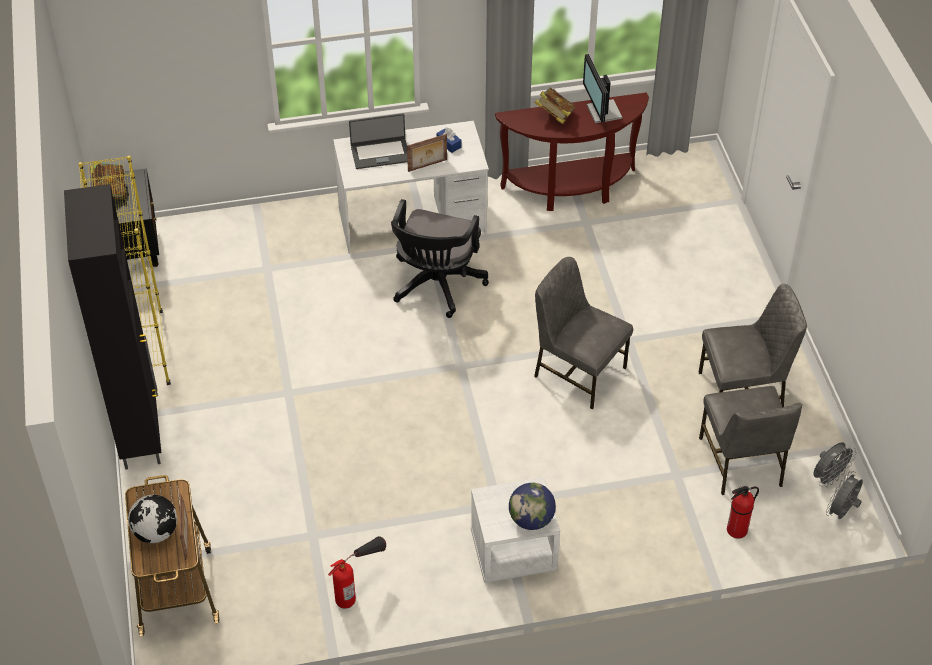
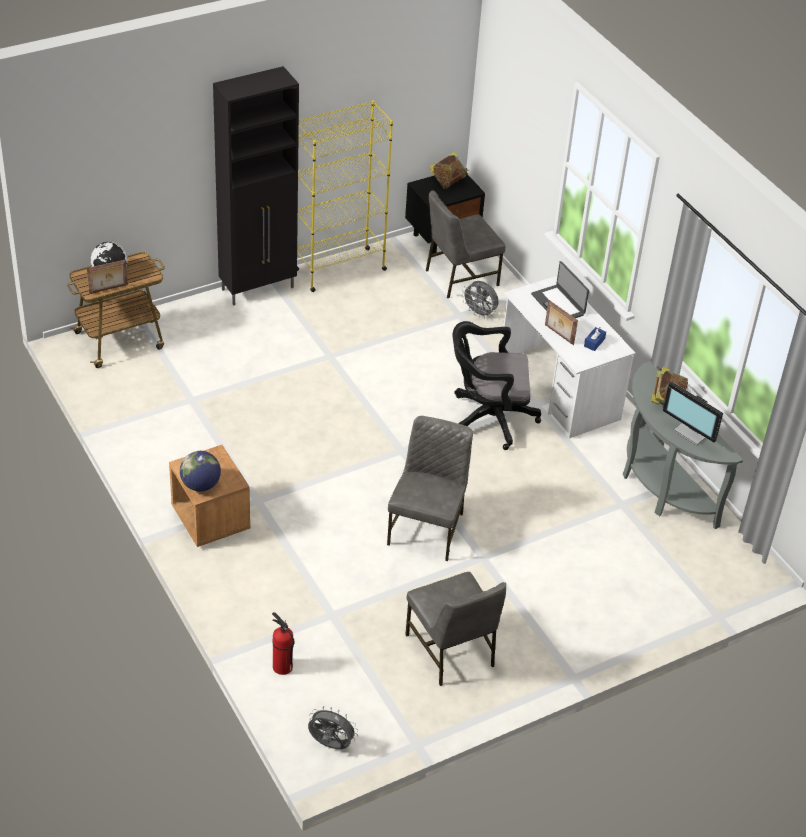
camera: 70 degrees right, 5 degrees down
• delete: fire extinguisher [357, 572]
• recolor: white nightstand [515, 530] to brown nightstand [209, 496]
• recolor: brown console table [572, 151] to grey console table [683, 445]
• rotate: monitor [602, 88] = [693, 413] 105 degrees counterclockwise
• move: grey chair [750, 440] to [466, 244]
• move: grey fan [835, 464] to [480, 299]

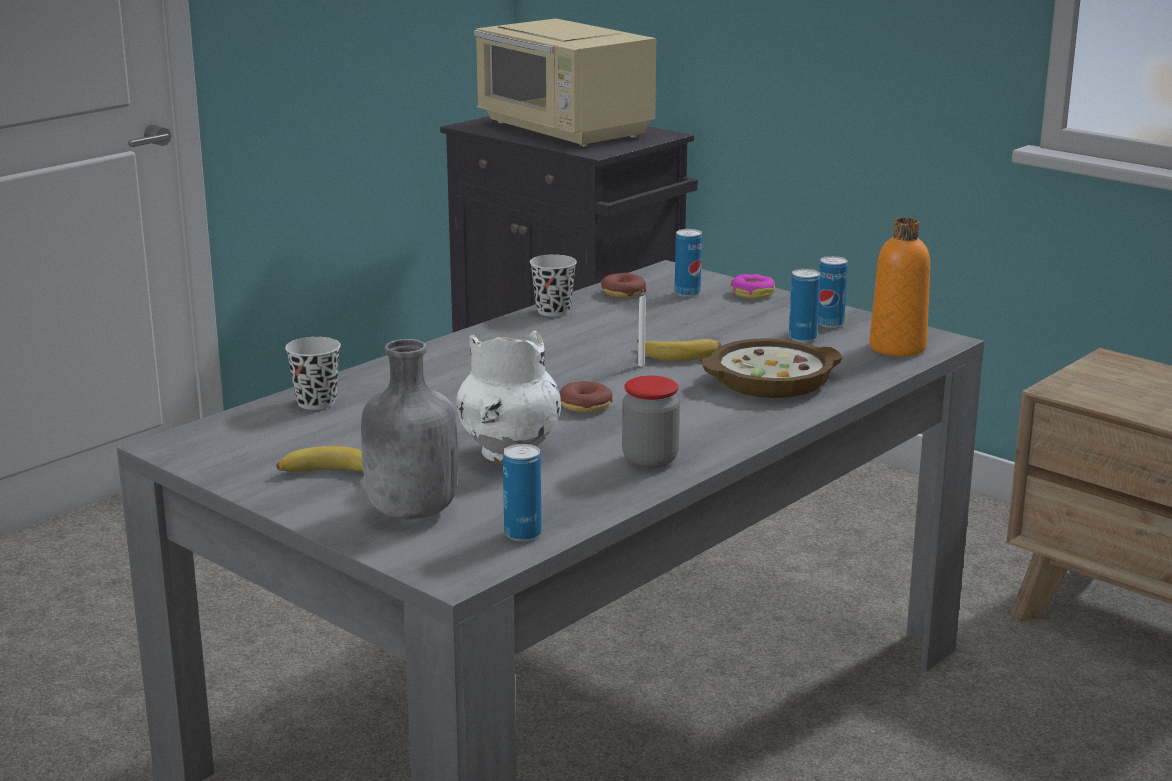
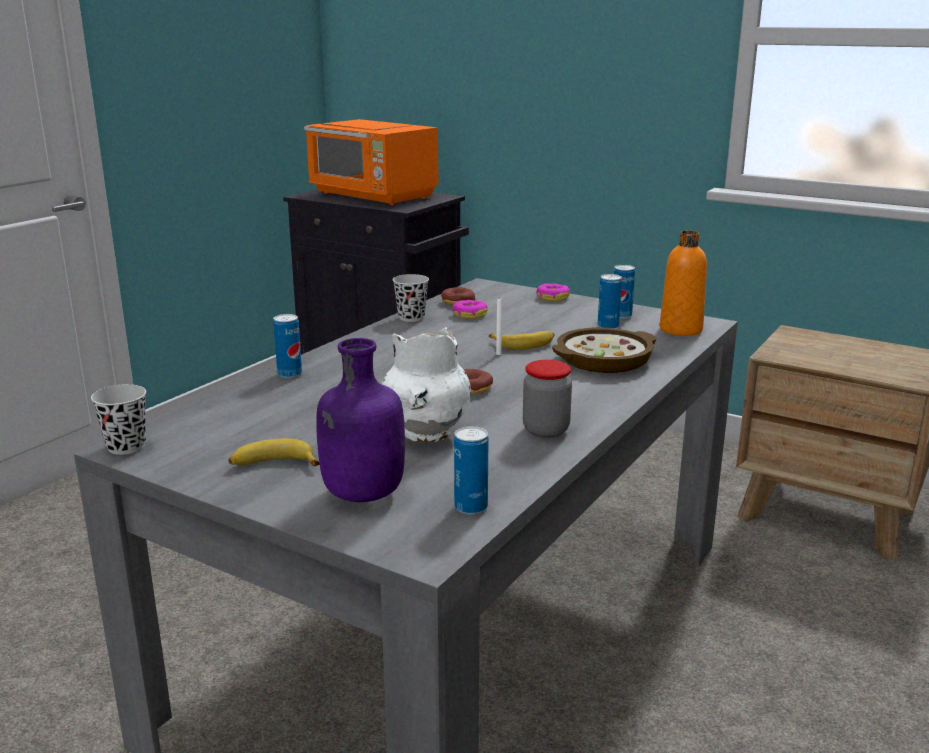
camera: 10 degrees left, 0 degrees up
• move: black cup [313, 373] to [118, 419]
• recolor: grey bottle [409, 429] to purple bottle [360, 420]
• recolor: beige microwave [565, 82] to orange microwave [371, 162]
• move: can [688, 263] to [287, 346]
• insert: donut [470, 309]

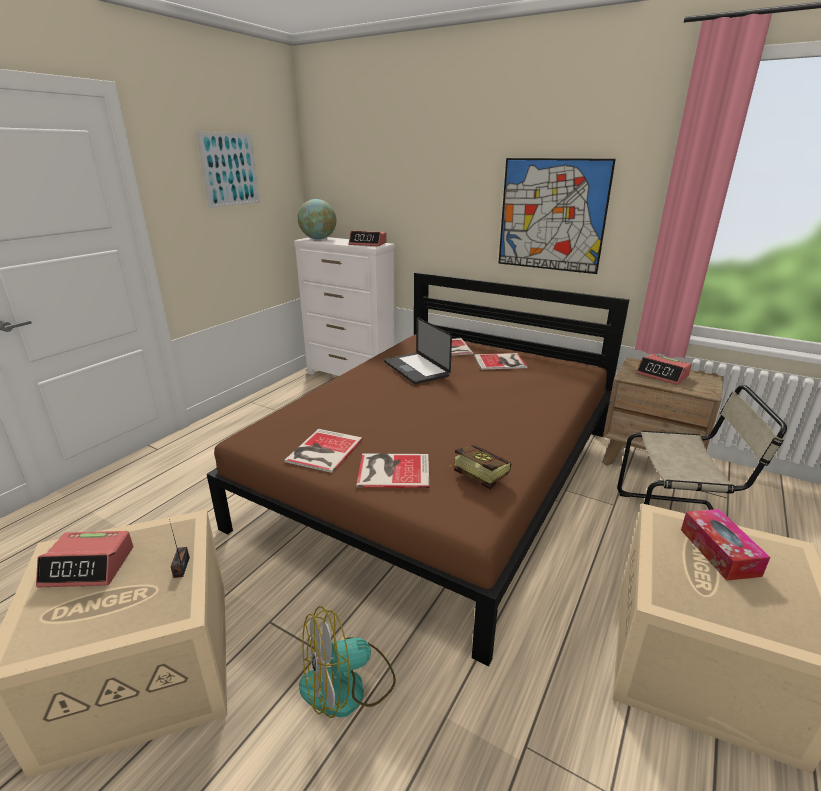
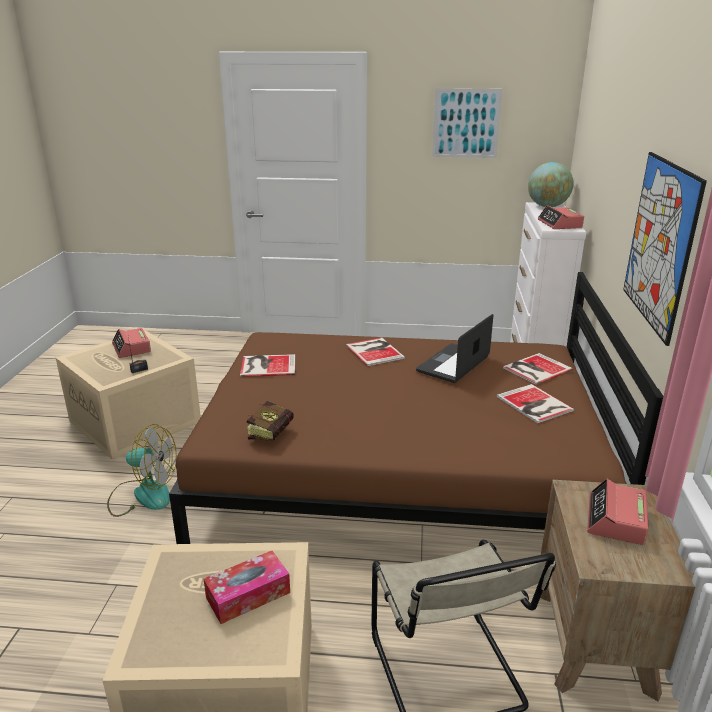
camera: 65 degrees right, 0 degrees up
• rotate: fan [347, 662] = [142, 470] 150 degrees clockwise
• move: book [392, 470] to [375, 352]

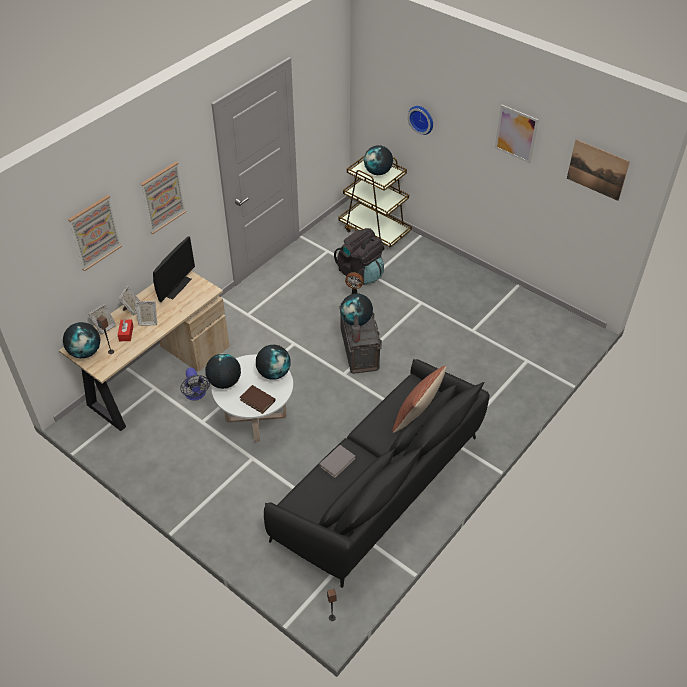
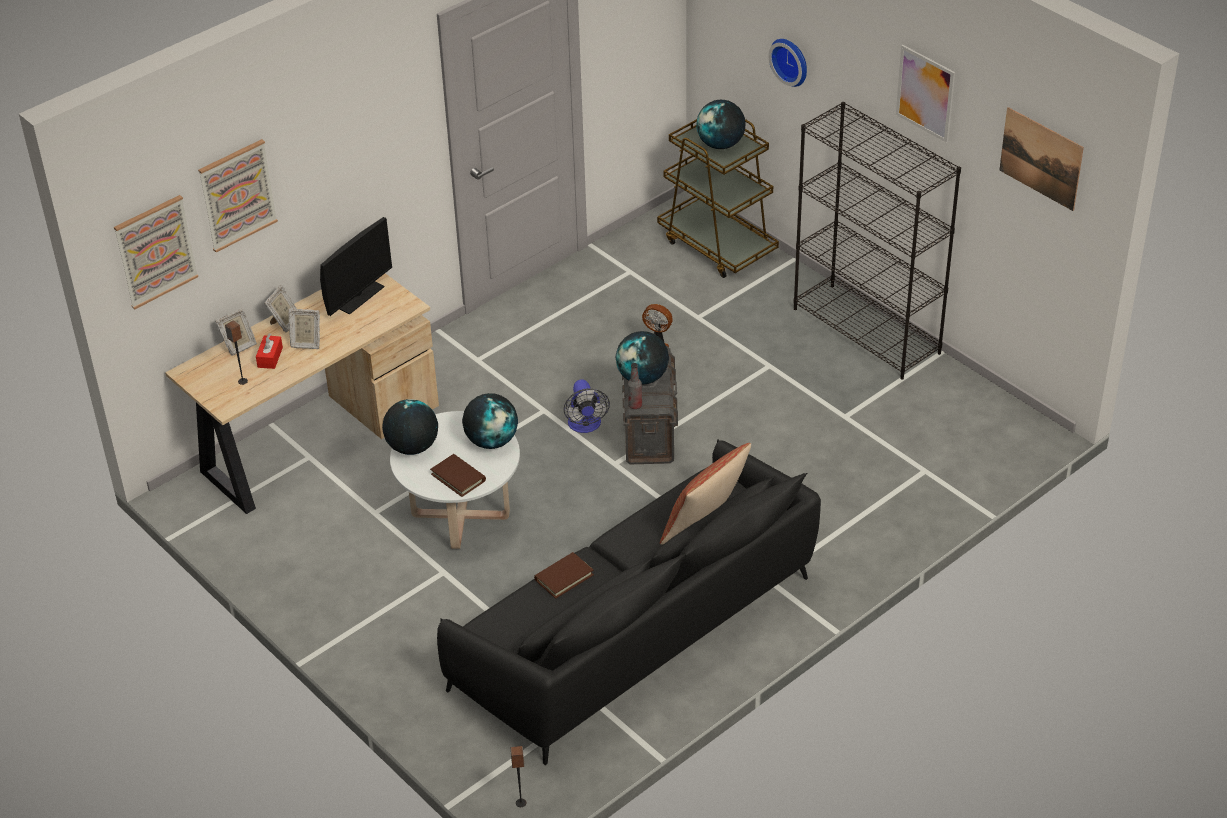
camera: 10 degrees right, 5 degrees down
• delete: globe [81, 340]
• move: picture [163, 198] to [156, 252]
• move: fan [195, 384] to [587, 406]
• recolor: grey book [337, 461] to brown book [564, 575]
• delete: black backpack [359, 256]
• insert: black bookcase [877, 241]

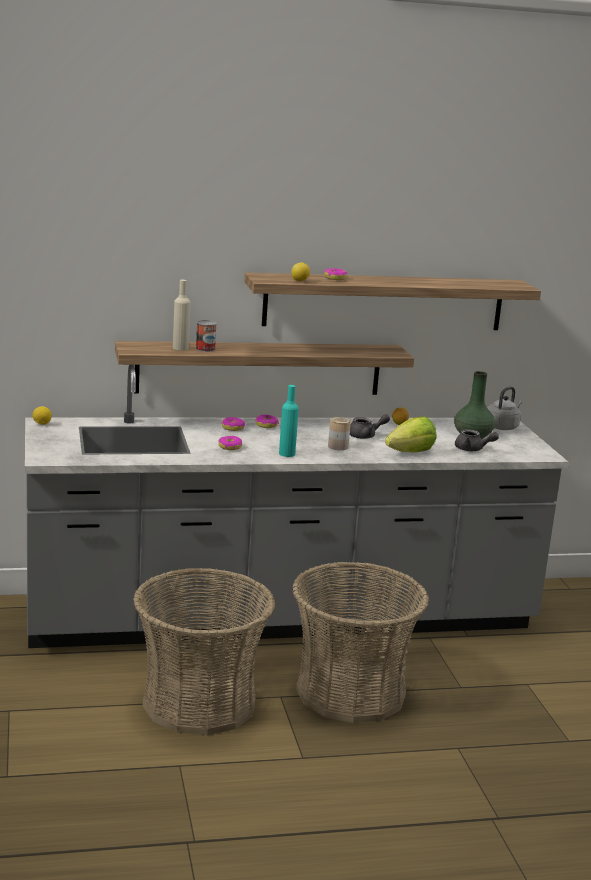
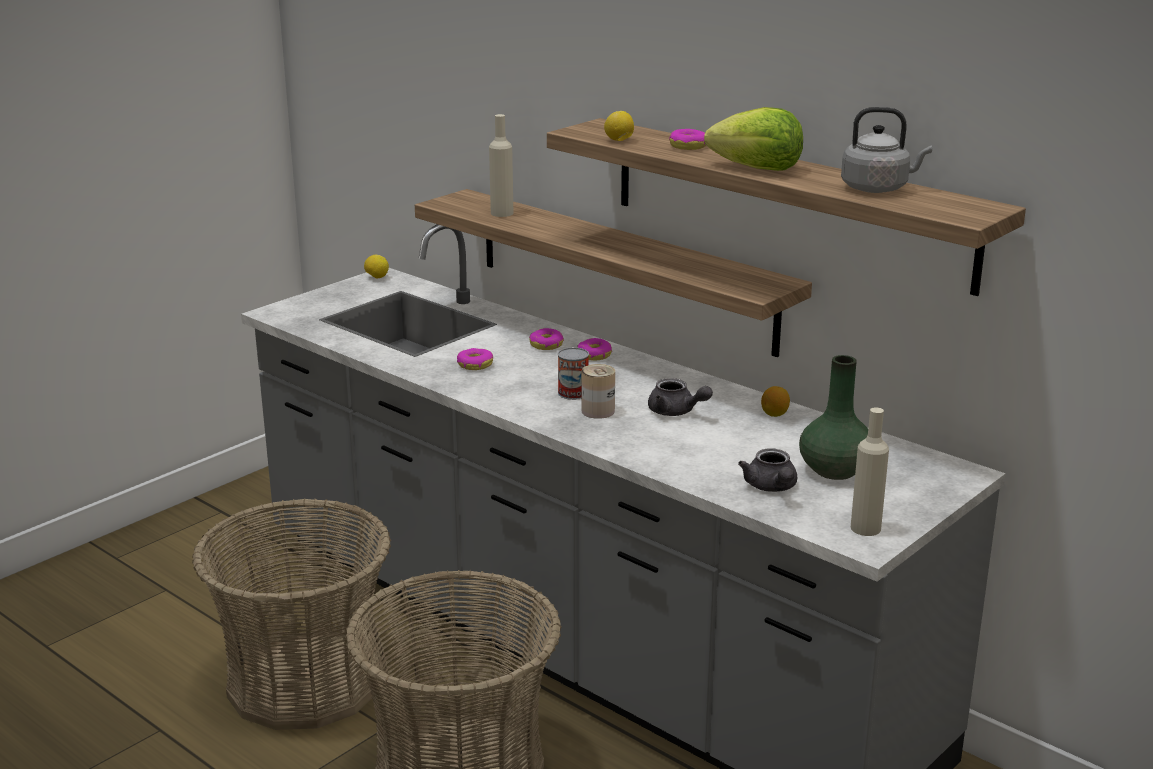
camera: 55 degrees right, 5 degrees up
• move: can [206, 336] to [573, 373]
• delete: turquoise bottle [289, 421]
• move: lettuce [410, 435] to [753, 139]
• move: grey kettle [504, 408] to [886, 150]
• insert: beige bottle [870, 471]

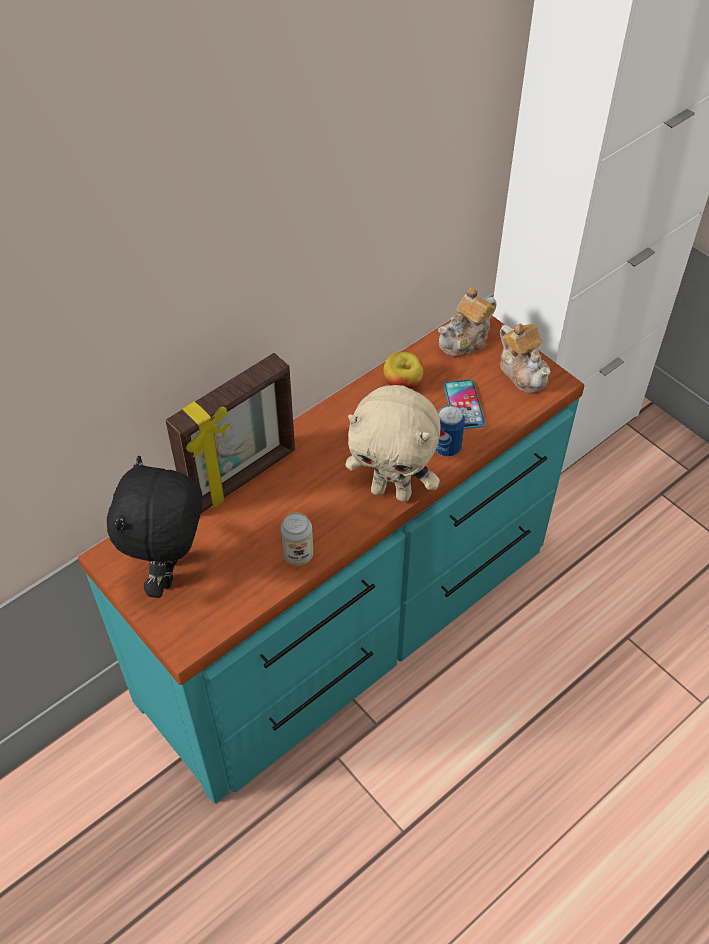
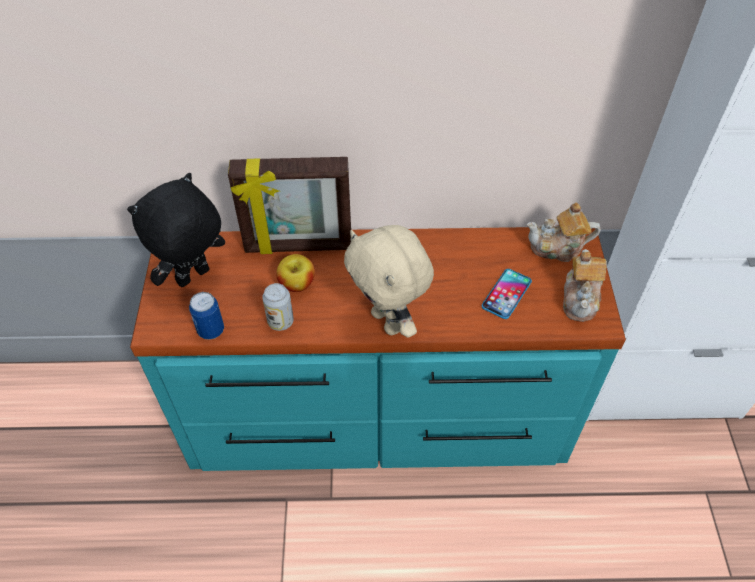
camera: 40 degrees right, 0 degrees up
• move: apple [403, 370] to [295, 273]
• move: can [450, 431] to [206, 316]

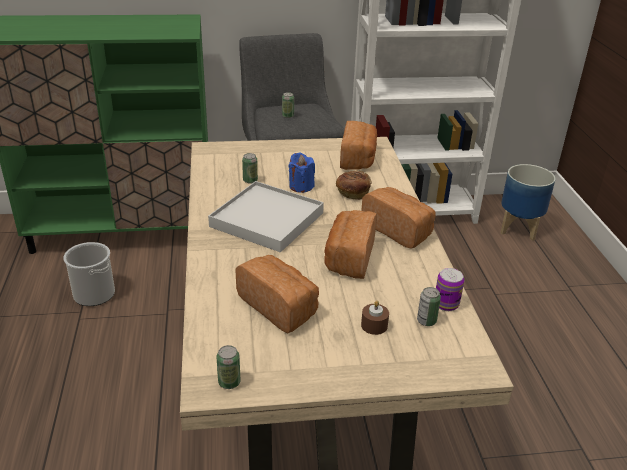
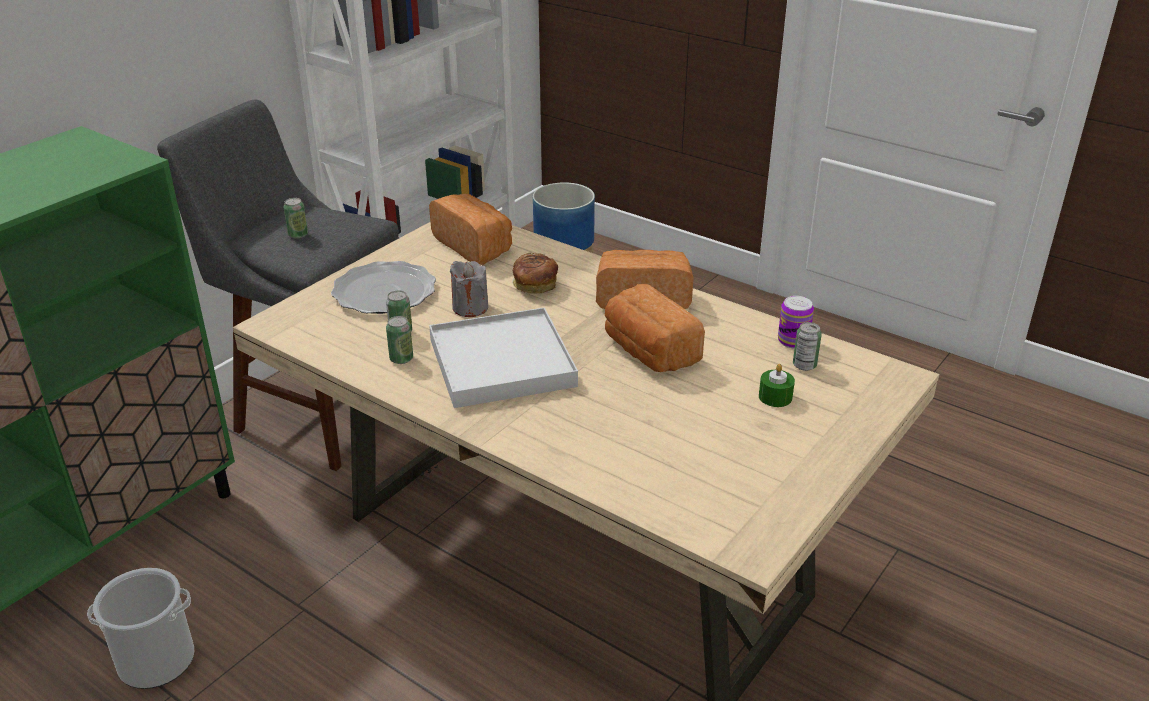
camera: 45 degrees left, 0 degrees up
• move: can [228, 367] to [399, 340]
• delete: bread [277, 294]
• recolor: blue candle [301, 173] to grey candle [469, 289]
• recolor: brown candle [375, 318] to green candle [777, 385]
• insert: plate [383, 287]

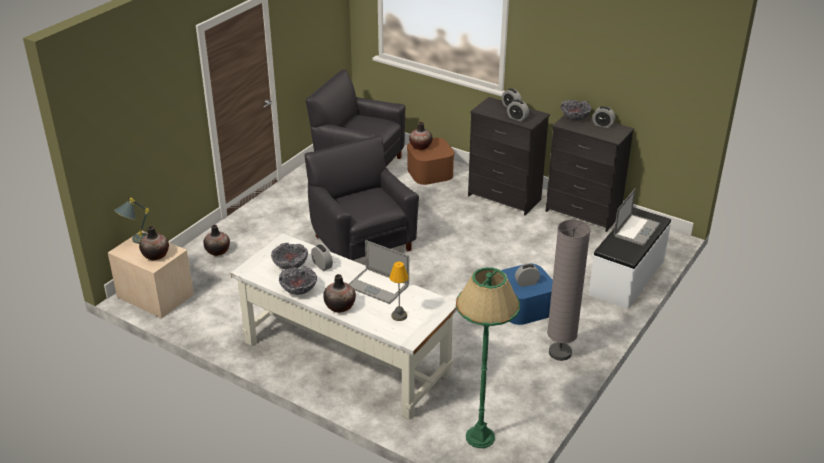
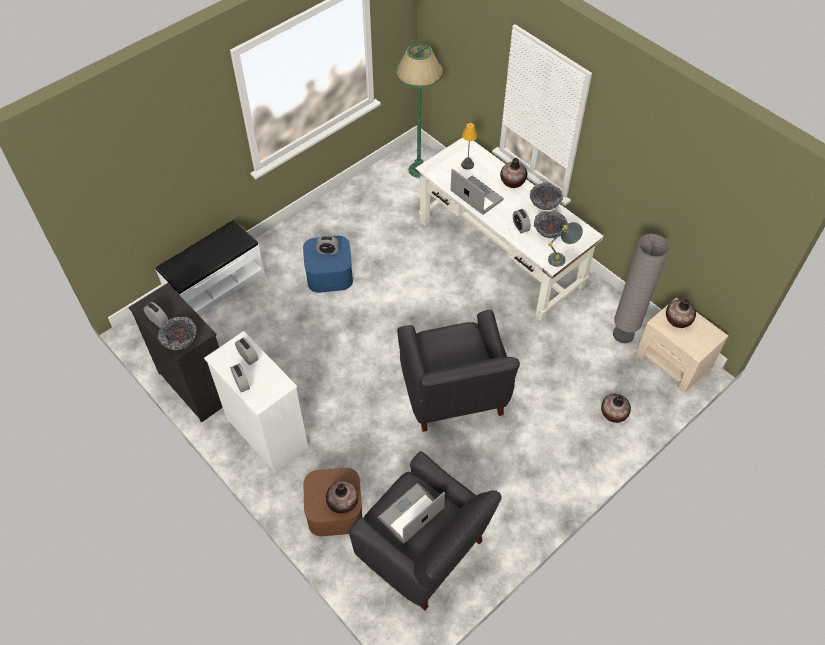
camera: 165 degrees left, 20 degrees up
• move: grey table lamp [131, 221] to [565, 244]
• recolor: black dresser [509, 156] to white dresser [256, 402]
• move: grey floor lamp [569, 290] to [641, 288]
• move: laptop [637, 217] to [411, 513]

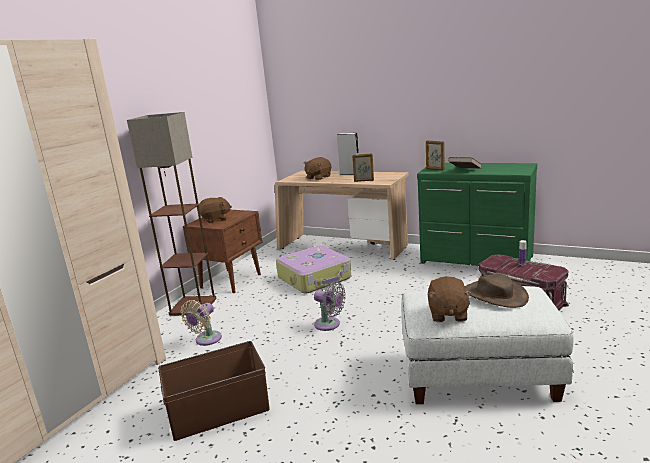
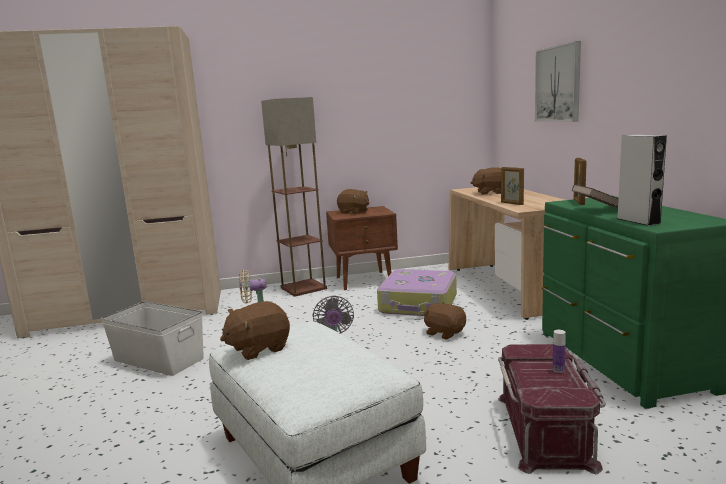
camera: 50 degrees right, 5 degrees down
• recolor: brown storage box [214, 391] to white storage box [152, 338]
• move: grey speaker [348, 154] to [642, 180]
• delete: brown hat [497, 291]
• insert: brown plush toy [445, 320]
• insert: picture [558, 81]

